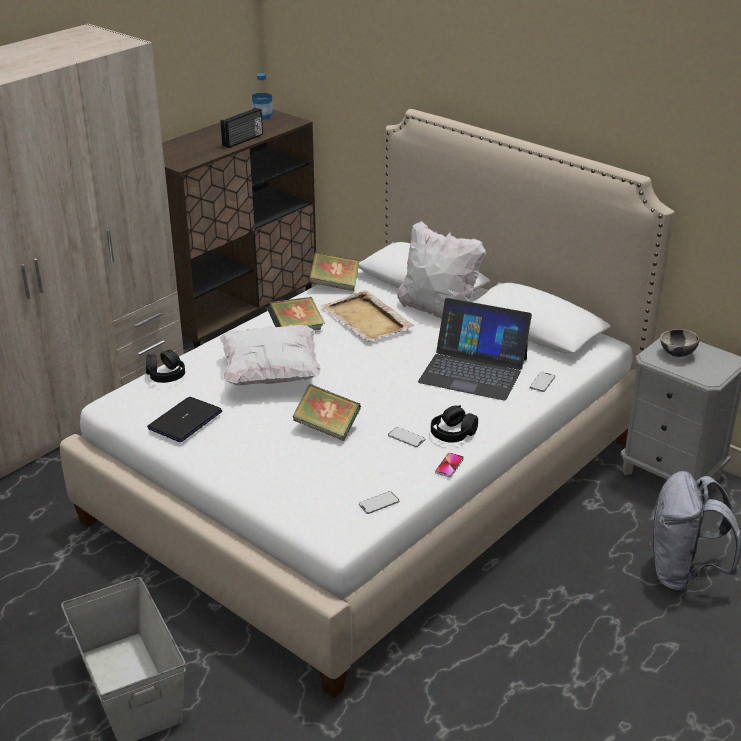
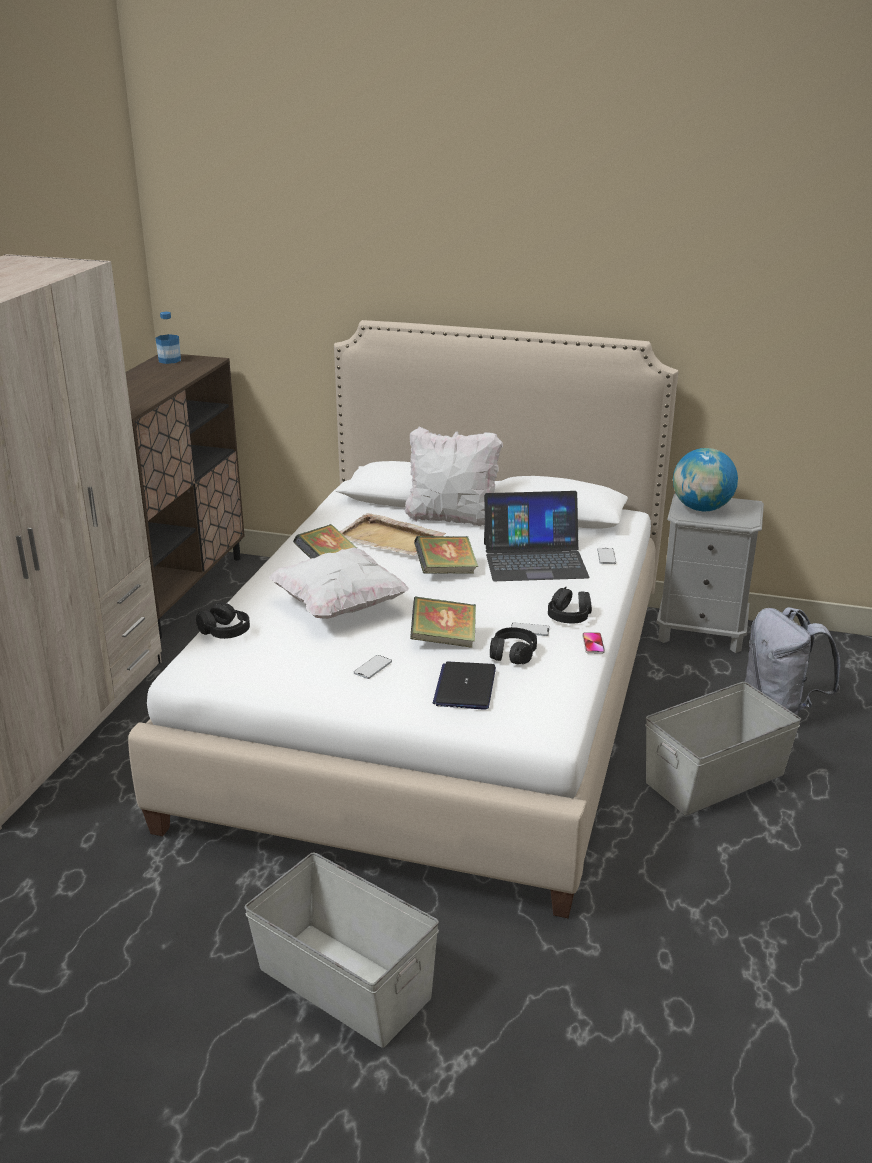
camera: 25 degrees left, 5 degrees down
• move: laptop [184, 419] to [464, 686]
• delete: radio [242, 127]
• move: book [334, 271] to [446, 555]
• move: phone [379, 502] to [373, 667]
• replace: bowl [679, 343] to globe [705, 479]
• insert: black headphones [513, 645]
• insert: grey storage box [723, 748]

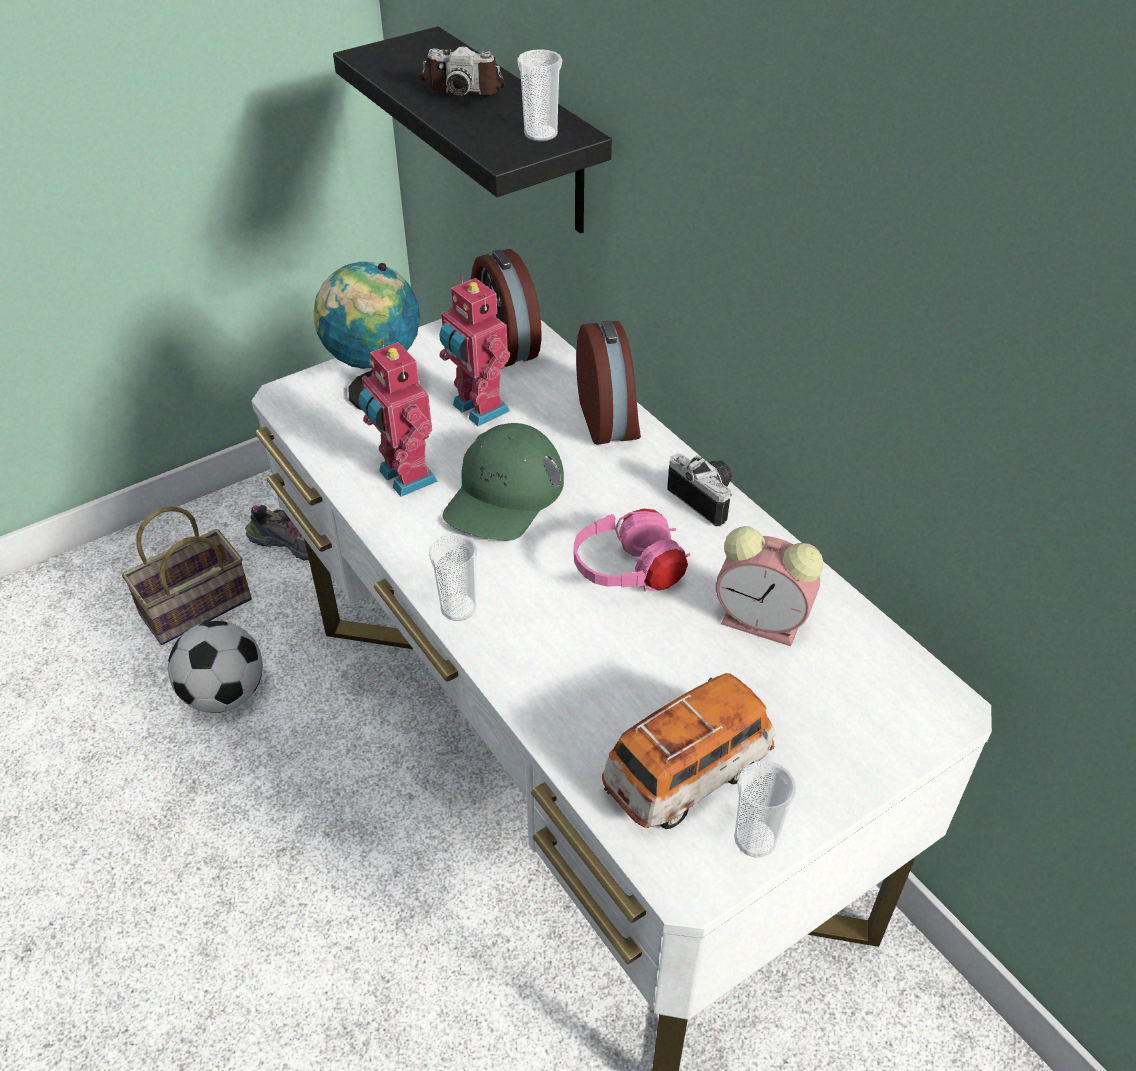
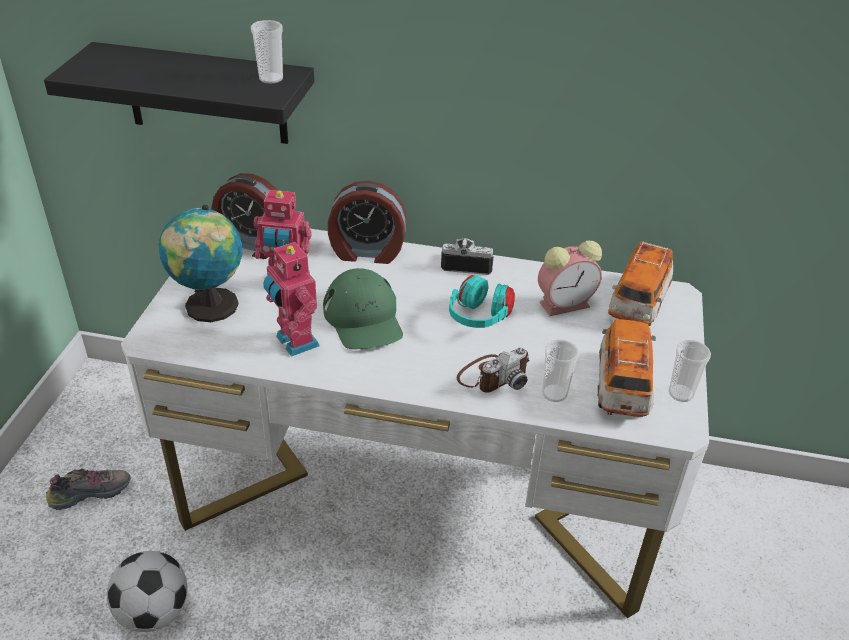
camera: 45 degrees left, 5 degrees down
• delete: basket [187, 575]
• rotate: toy robot [398, 418] = [291, 298] 45 degrees clockwise
• move: photo camera [462, 71] to [493, 370]
• move: cup [453, 577] to [560, 371]
• recolor: pink headphones [632, 550] to turquoise headphones [482, 301]
• rotate: alarm clock [608, 382] = [367, 222] 150 degrees clockwise
• insert: toy car [640, 283]

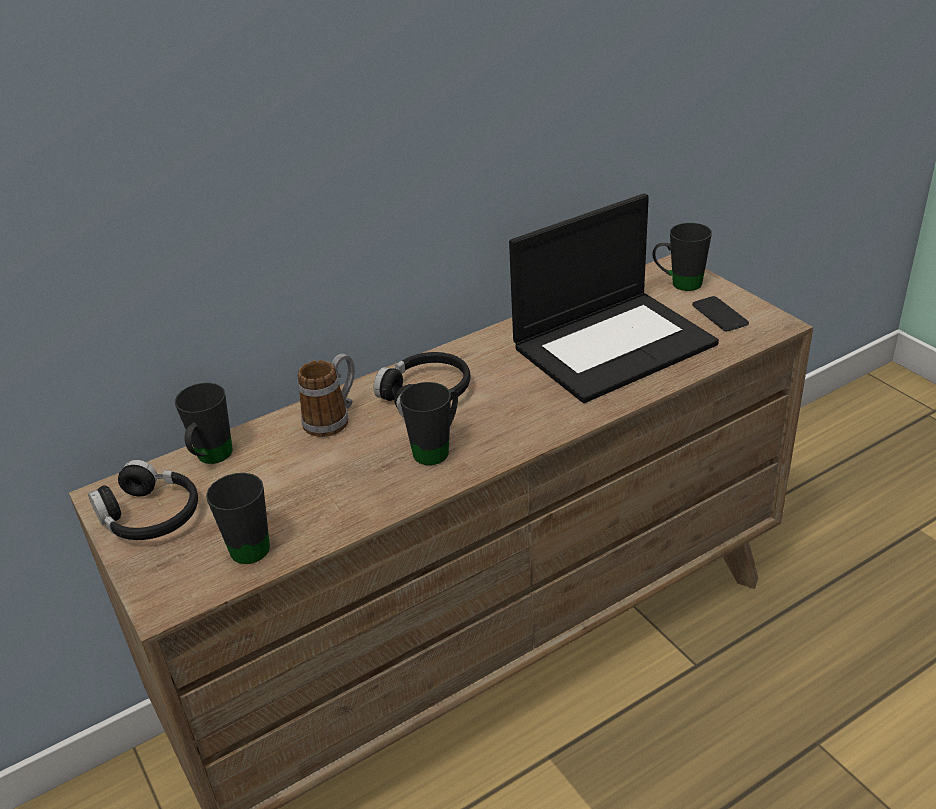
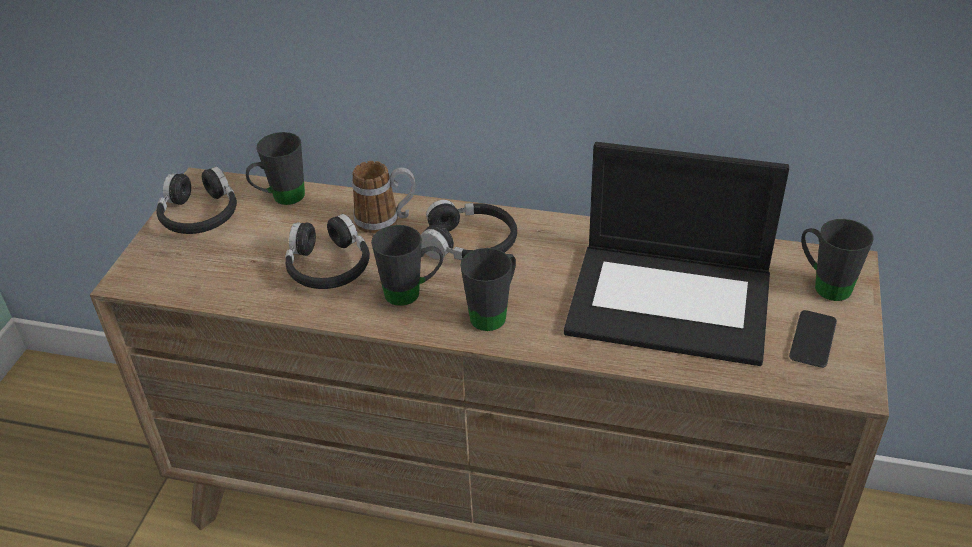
camera: 45 degrees right, 5 degrees up
• move: black mug [238, 518] to [488, 289]
• insert: black headphones [327, 251]

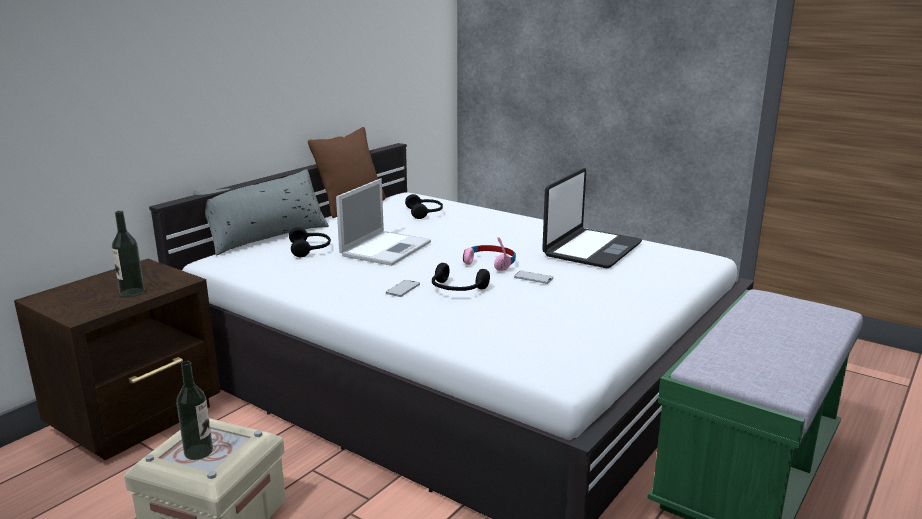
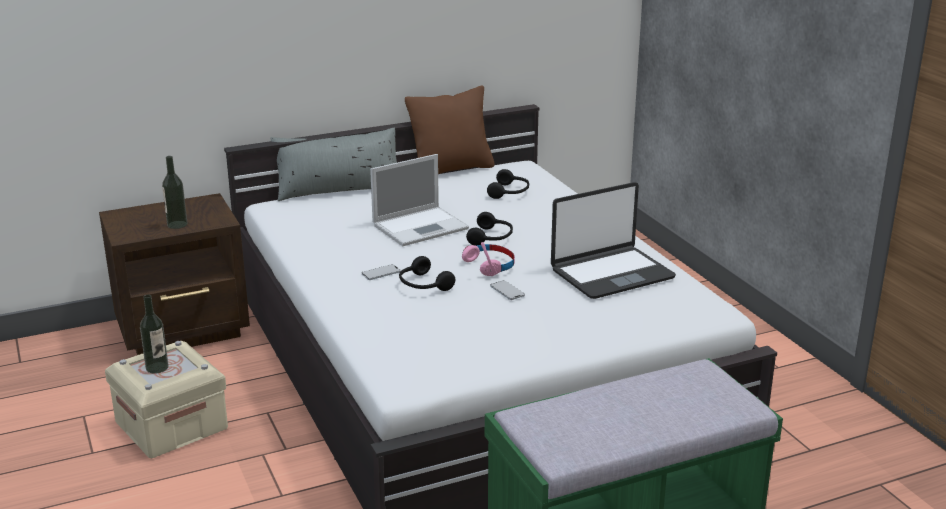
camera: 30 degrees right, 5 degrees up
• move: black headphones [310, 242] to [489, 229]

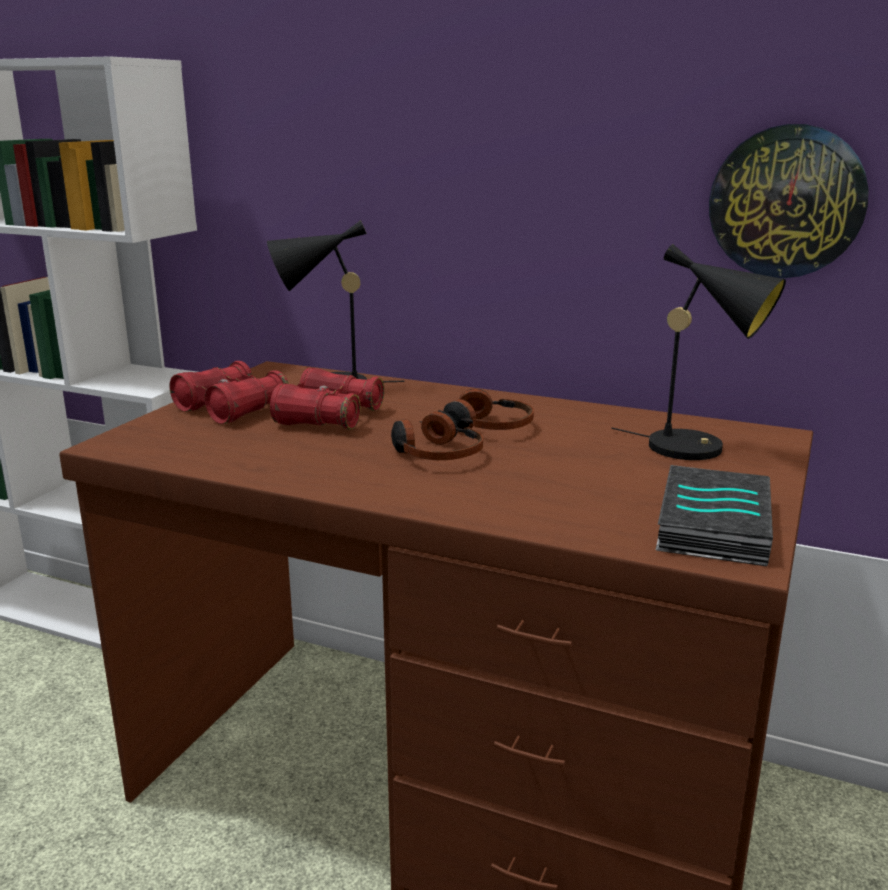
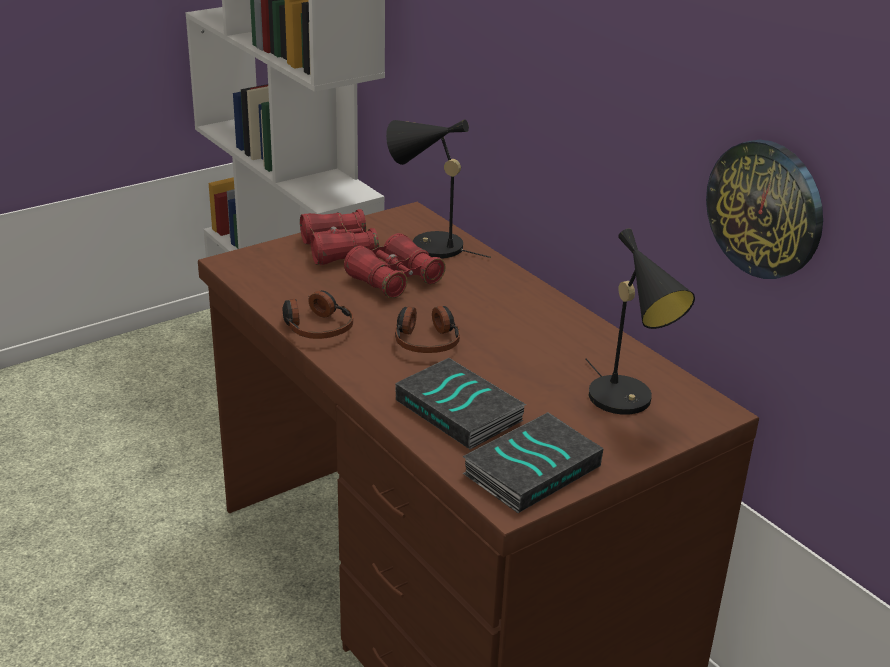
camera: 30 degrees right, 10 degrees up
• move: headphones [486, 409] to [318, 314]
• insert: book [460, 403]

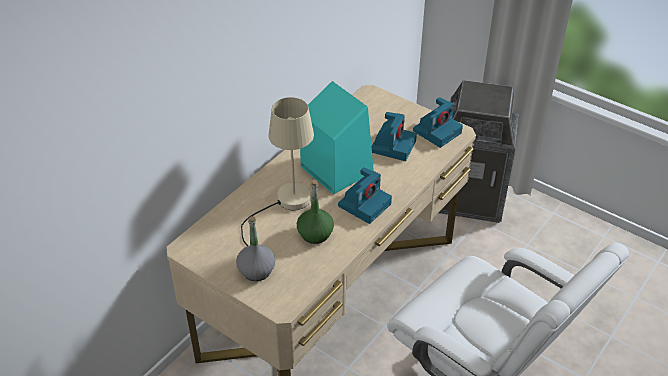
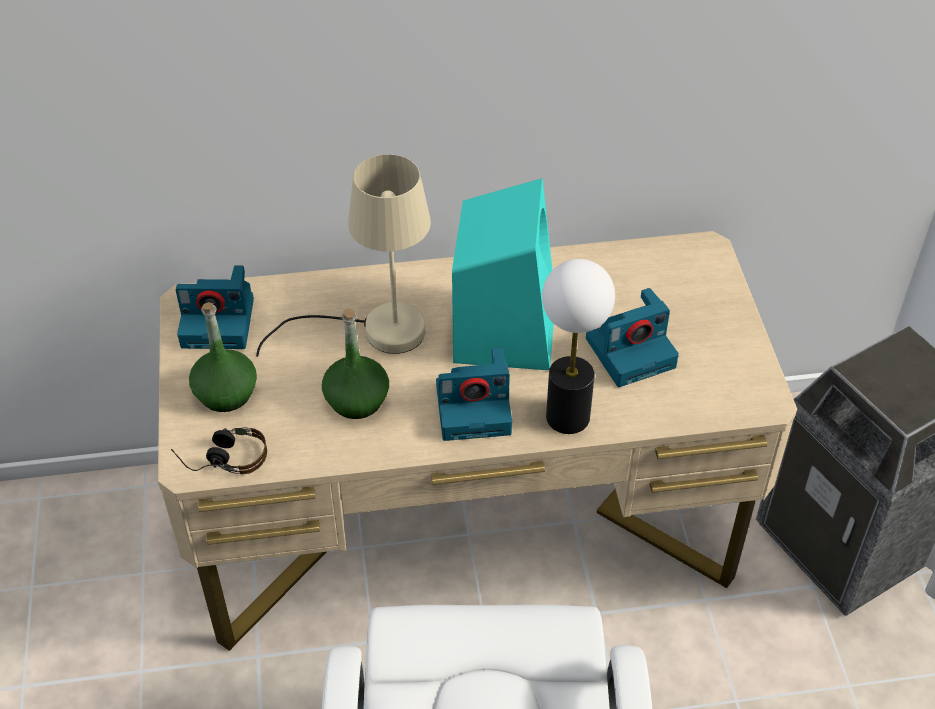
camera: 45 degrees right, 5 degrees up
• recolor: grey bottle [256, 248] to green bottle [223, 357]
• move: photo camera [438, 122] to [215, 307]
• insert: headphones [219, 450]
• insert: table lamp [578, 346]

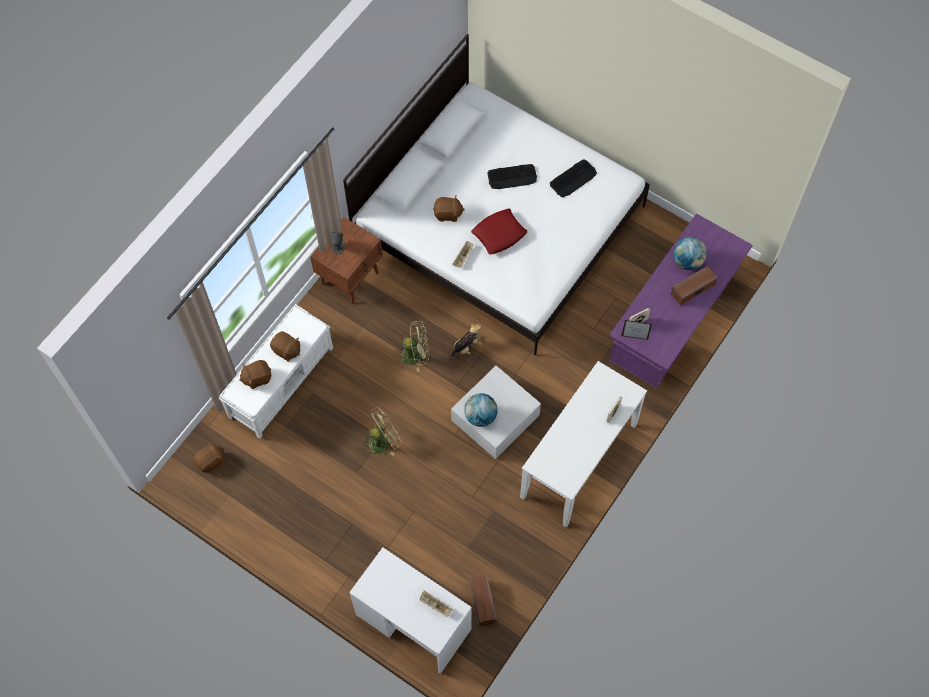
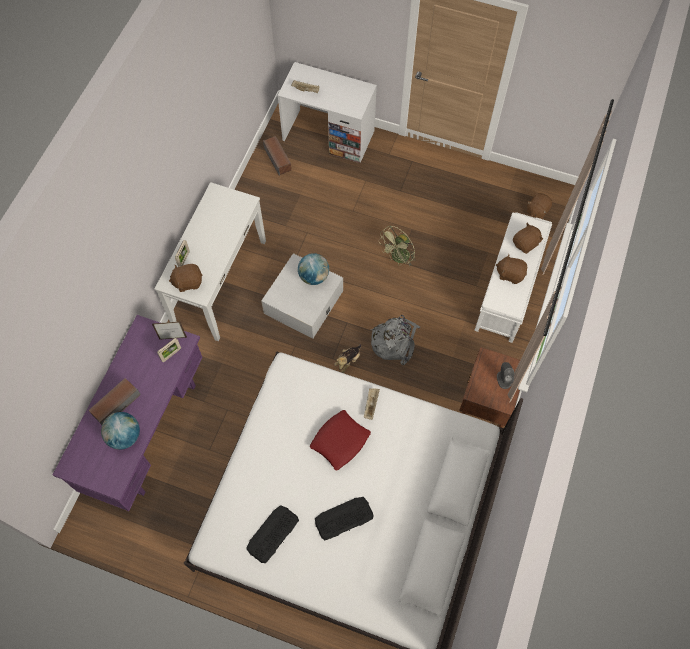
camera: 165 degrees right, 0 degrees up
• replace: green fan [412, 346] to grey backpack [395, 340]
• move: brown plush toy [449, 209] to [185, 278]

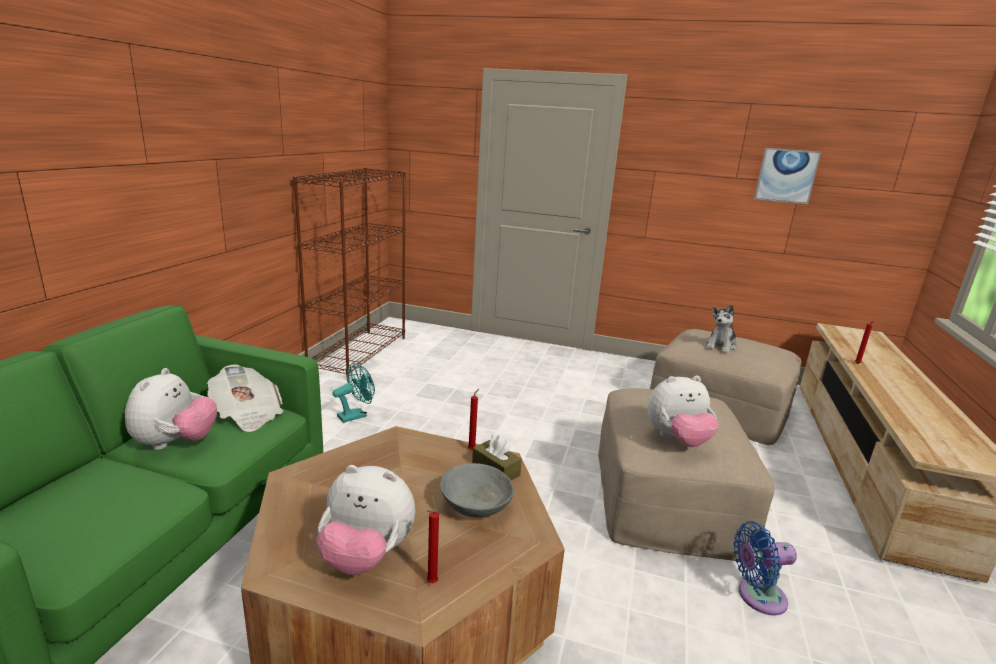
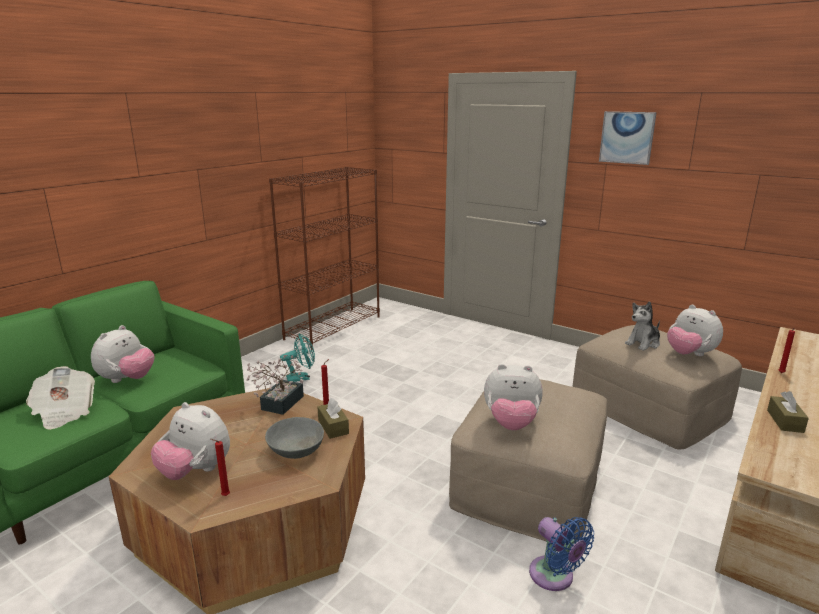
camera: 20 degrees right, 0 degrees up
• move: newspaper [245, 398] to [60, 398]
• rotate: blue fan [765, 568] = [561, 554] 135 degrees counterclockwise
• move: picture [787, 176] to [628, 138]
• insert: potted plant [275, 385]
• insert: plush toy [695, 330]
• insert: brown tissue box [788, 412]

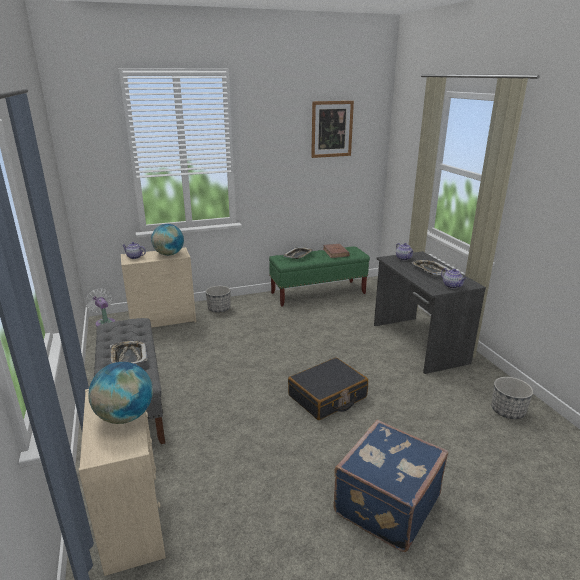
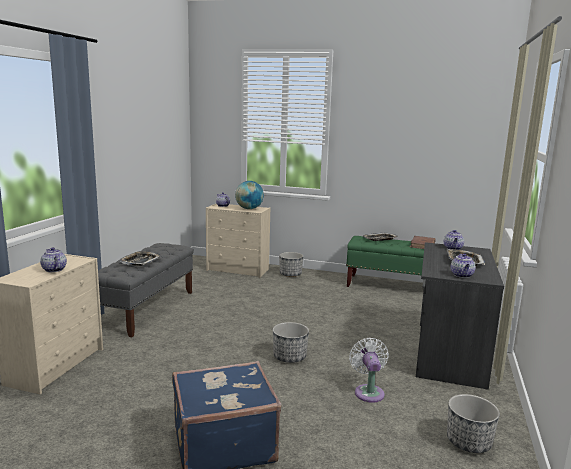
camera: 35 degrees right, 10 degrees down
• move: white fan [100, 308] to [369, 370]
• replace: globe [120, 393] to teapot [53, 259]
• replace: black suitcase [328, 388] to planter [291, 342]
• delete: picture [332, 129]

